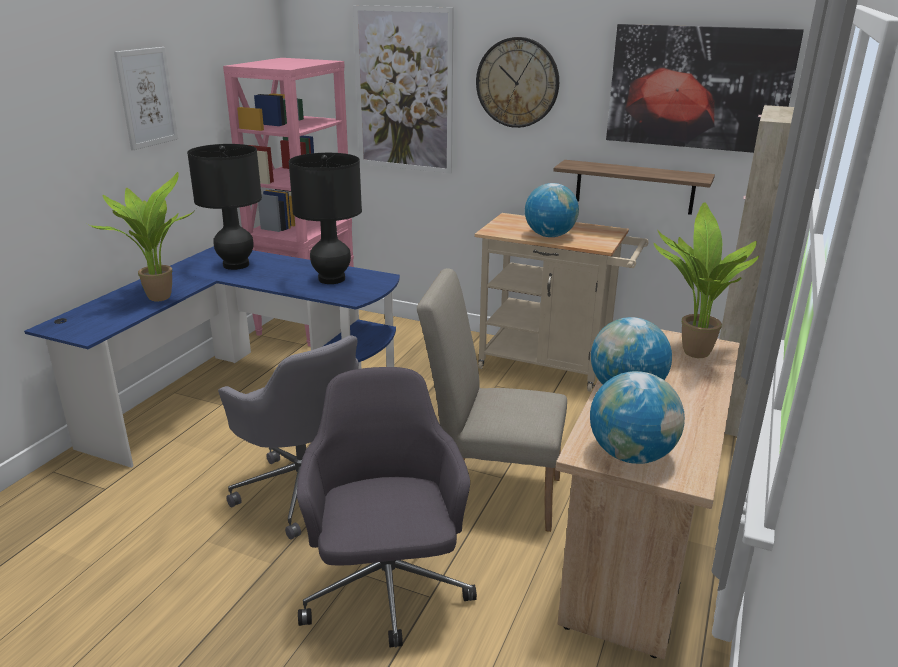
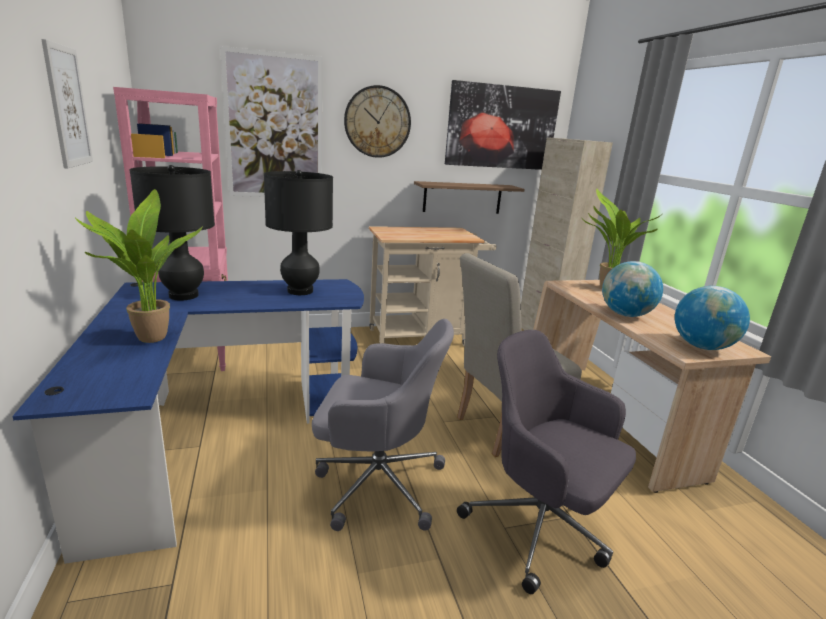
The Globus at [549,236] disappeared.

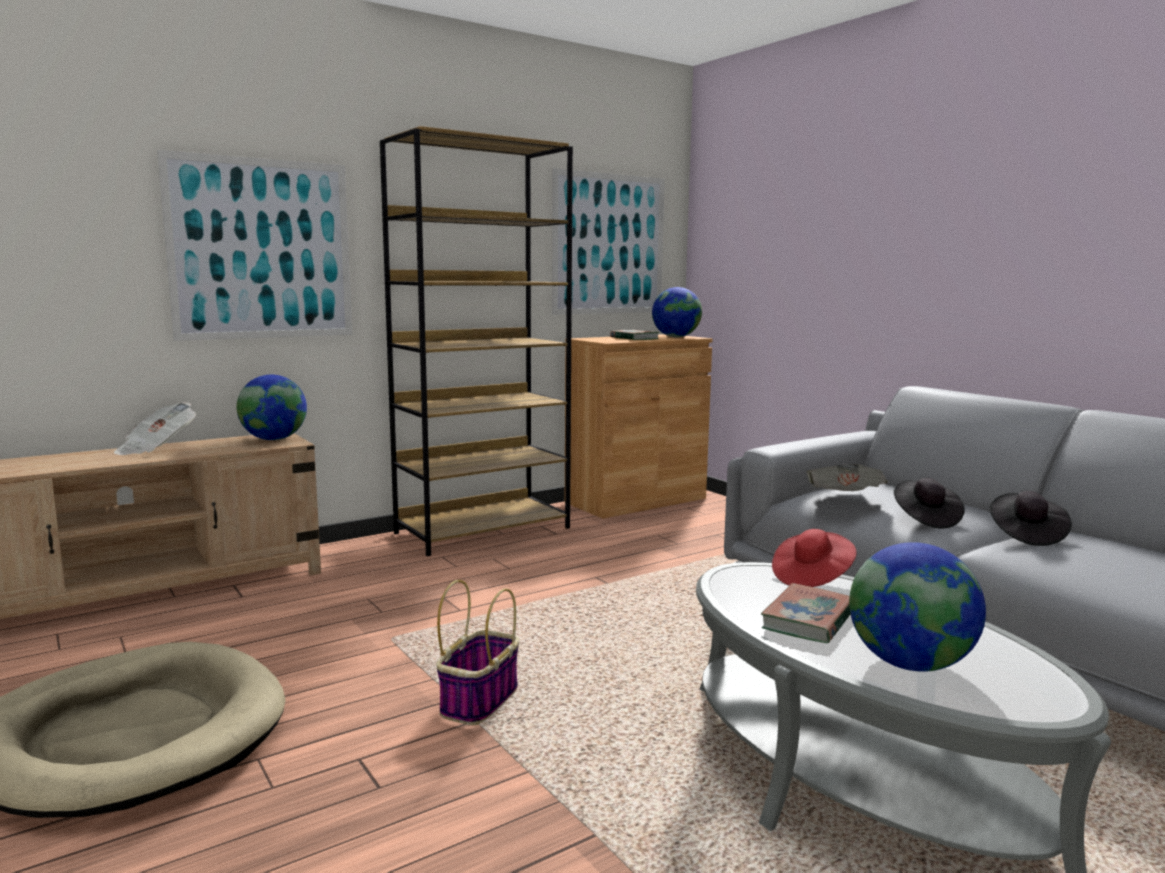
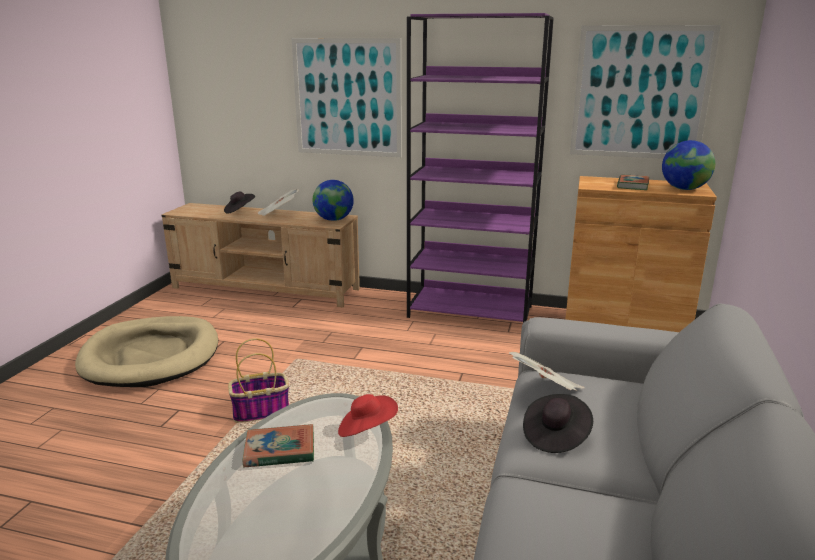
The Bücherregal (braun) at [483,530] became the Bücherregal (lila) at [471,312].
The Hut (schwarz) moved from [1026,535] to [239,210].
The Globus at [910,664] disappeared.

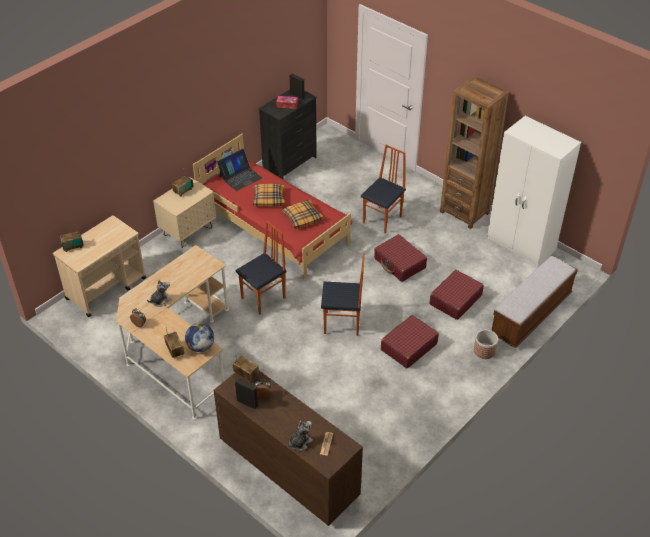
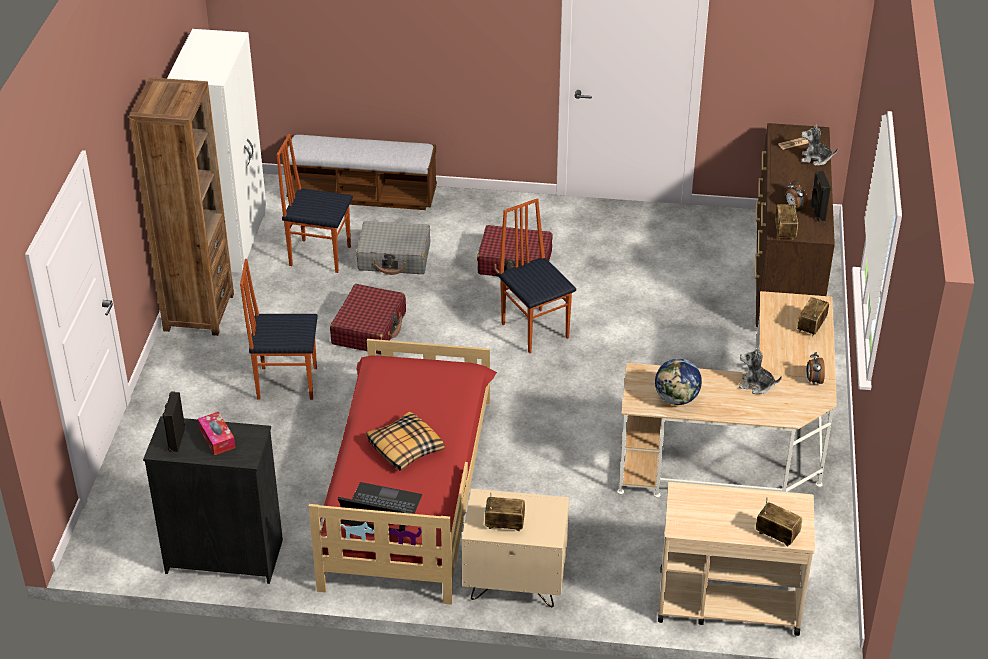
The Kissen at [302,217] disappeared.
The Stuhl moved from [264,298] to [320,255].
The Koffer (rot) at [455,300] became the Koffer (grau) at [394,257].
The Globus moved from [200,346] to [677,399].
The Pflanzkübel at [484,351] disappeared.

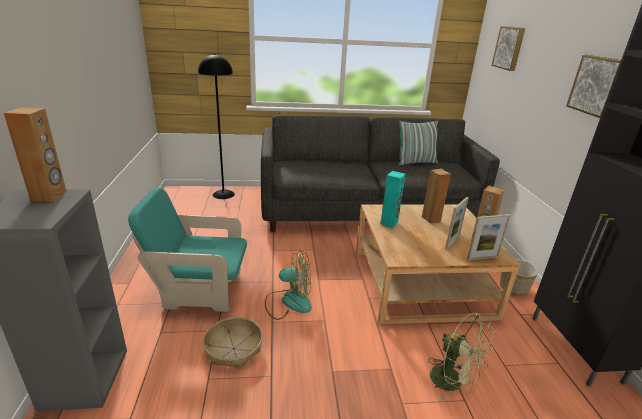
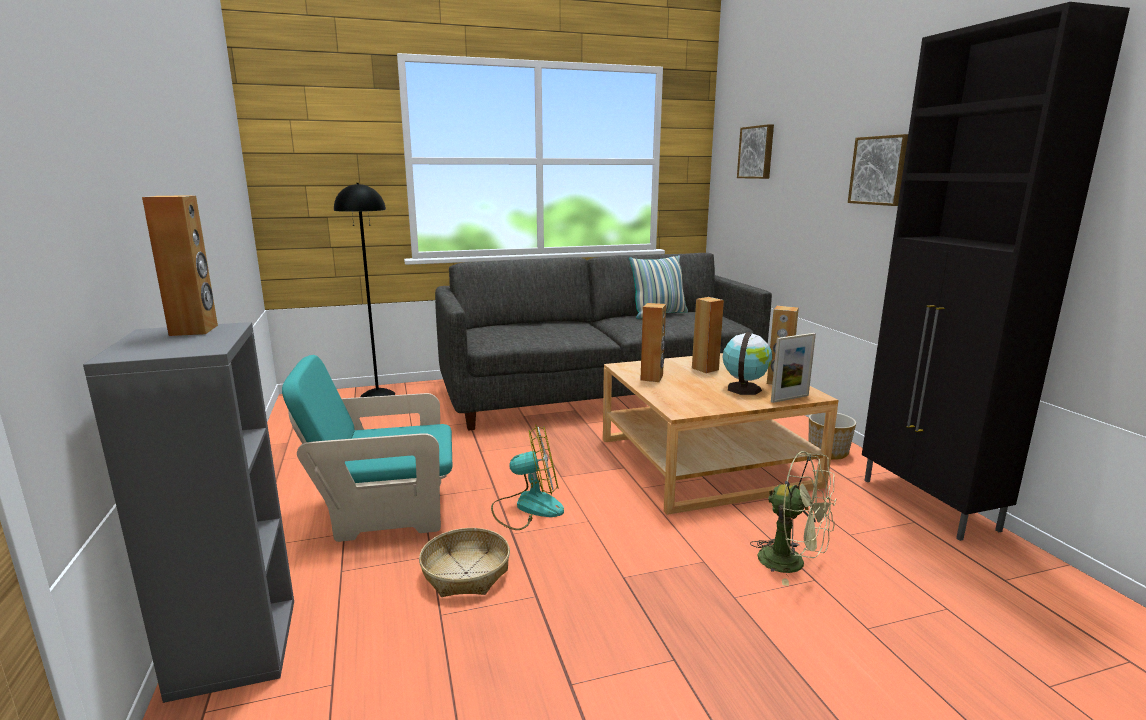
The Lautsprecher (türkis) at [389,223] became the Lautsprecher (braun) at [652,378].
The Bilderrahmen at [452,242] was replaced by the Globus at [744,388].

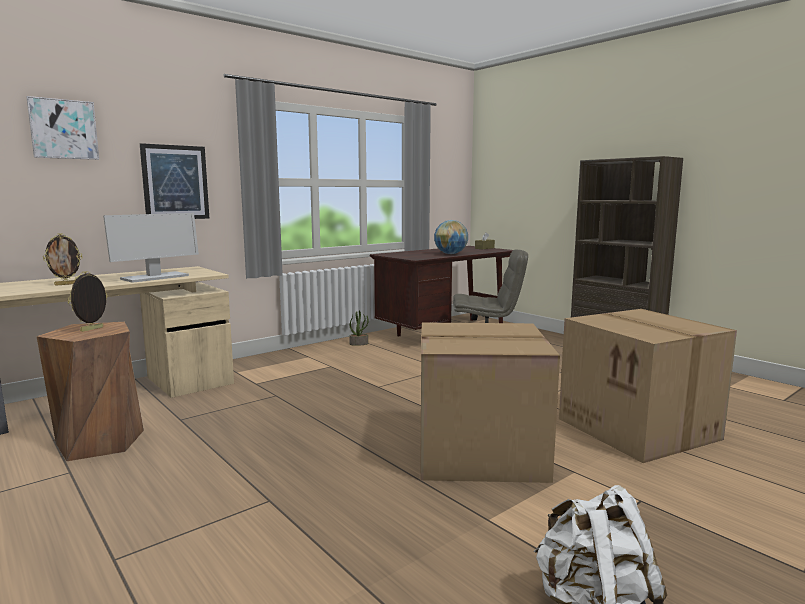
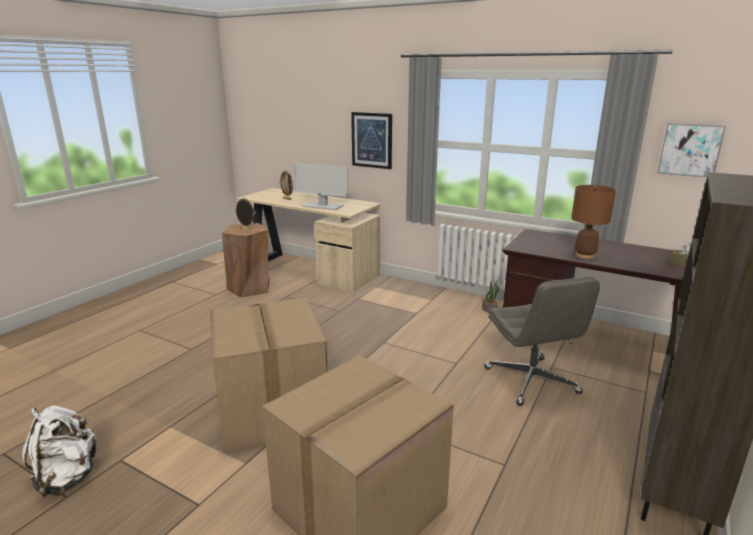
The Bild moved from [63,129] to [690,150].
The Globus at [450,254] was replaced by the Tischlampe (braun) at [585,255].

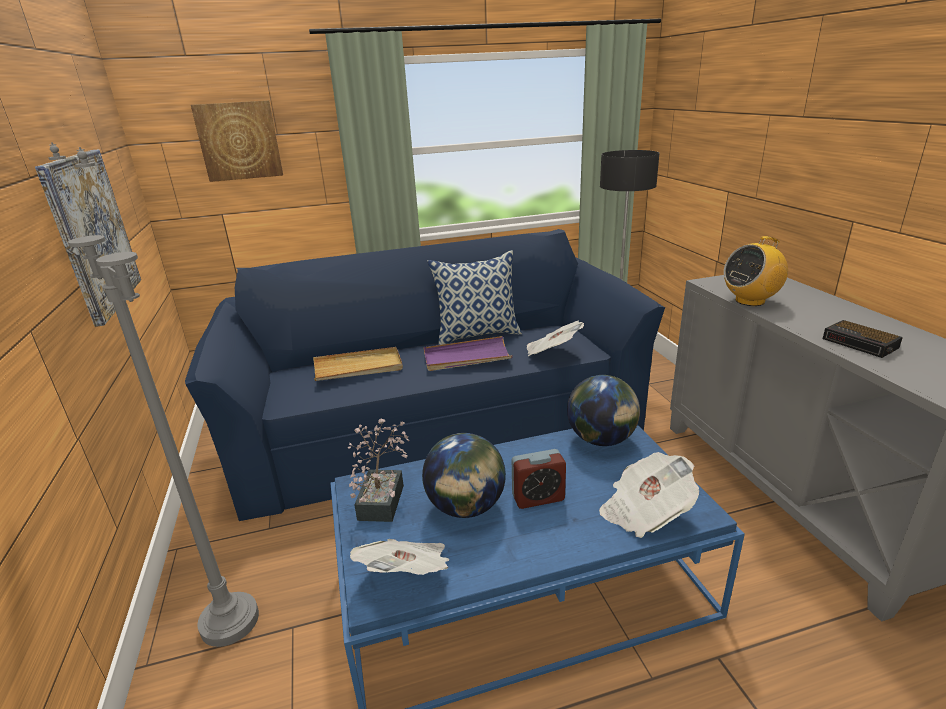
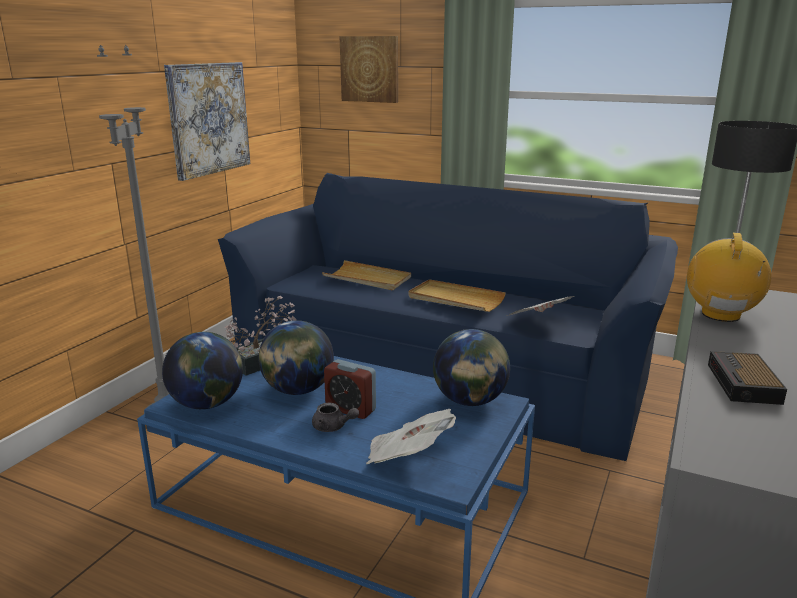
The Radio at [750,301] turned 90 degrees clockwise.
The Kissen at [478,334] disappeared.
The Tablett (lila) at [466,357] became the Tablett (beige) at [455,299].
The Zeitung at [407,574] was replaced by the Globus at [207,403].
The Teekanne (grau) at [333,427] appeared.

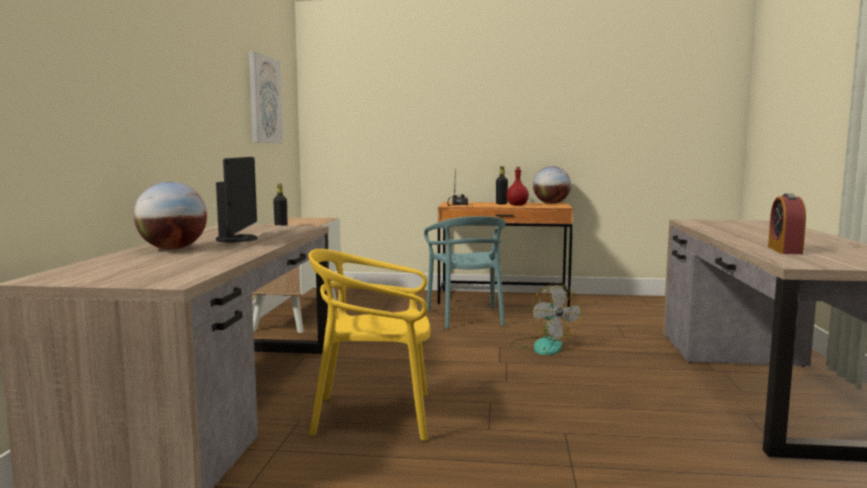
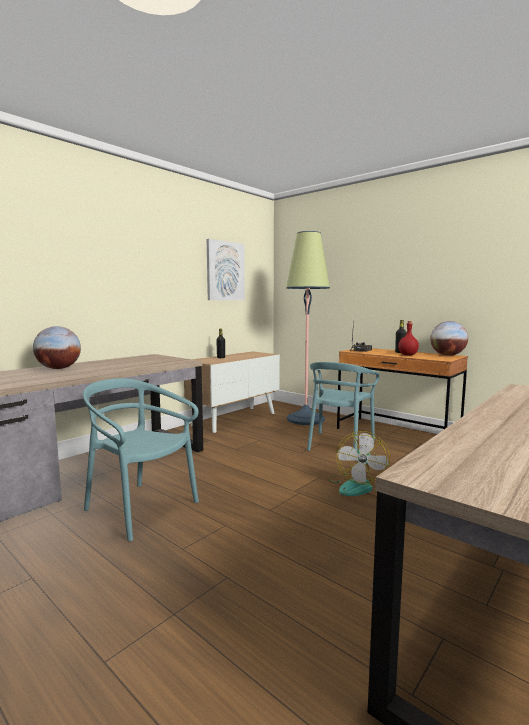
The Monitor at [239,239] disappeared.
The Wecker at [784,250] disappeared.
The Stuhl (gelb) at [375,415] became the Stuhl (türkis) at [140,508].
The Stehlampe at [305,419] appeared.

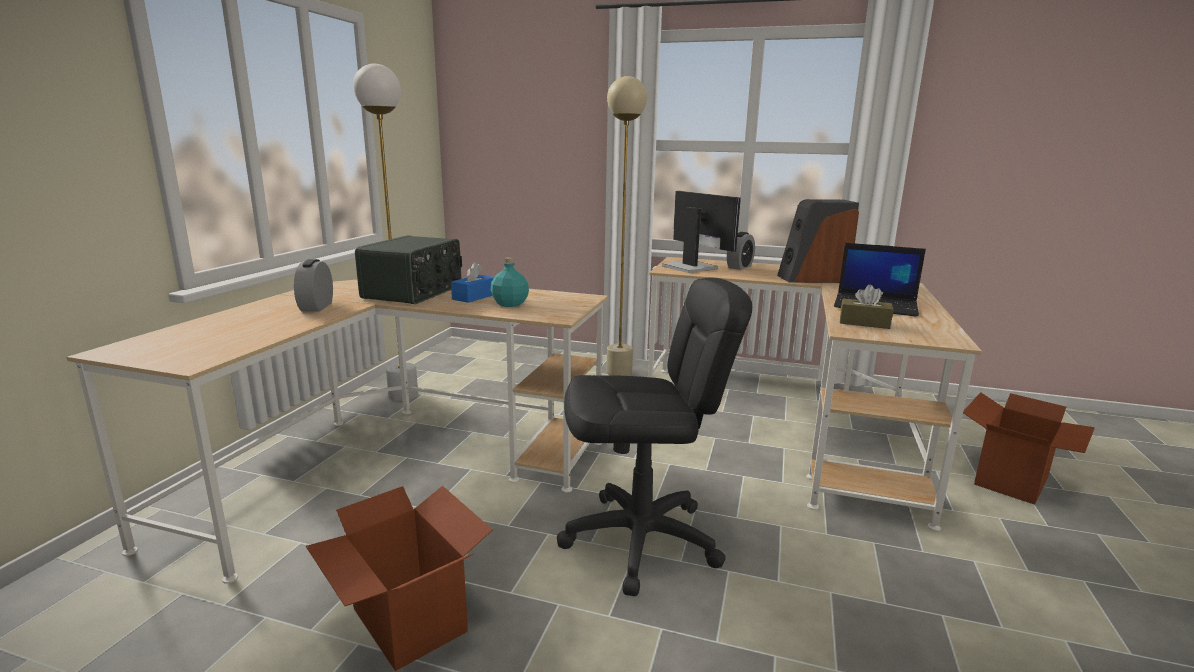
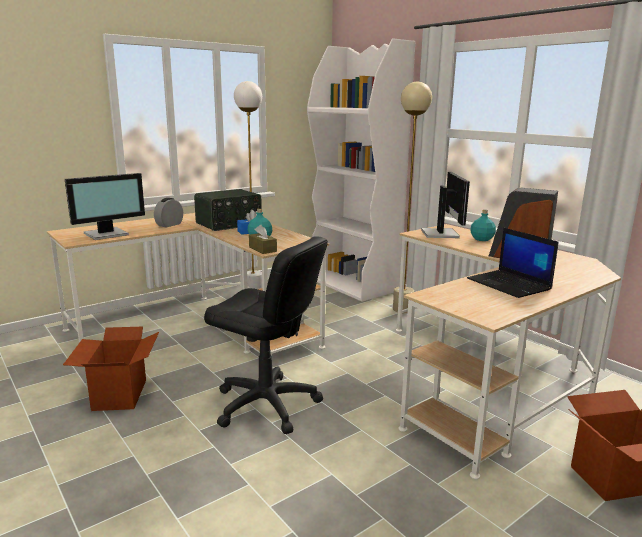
The Wecker at [739,267] was replaced by the Flasche (türkis) at [482,239].
The Taschentuchbox (braun) moved from [864,323] to [262,249].
The Bücherregal (weiß) at [352,284] appeared.
The Monitor at [107,234] appeared.

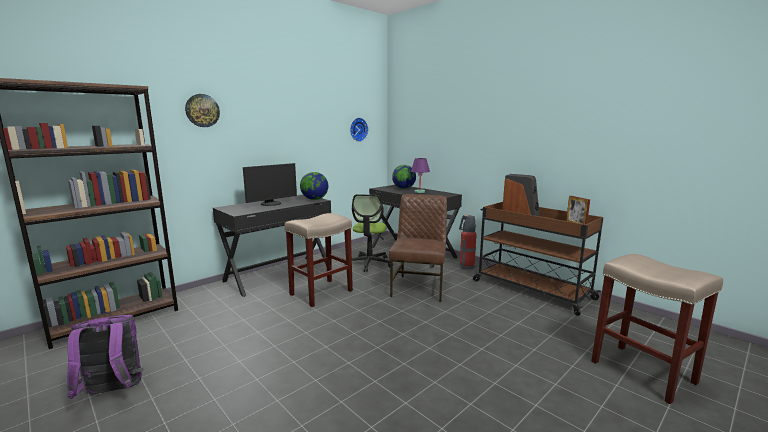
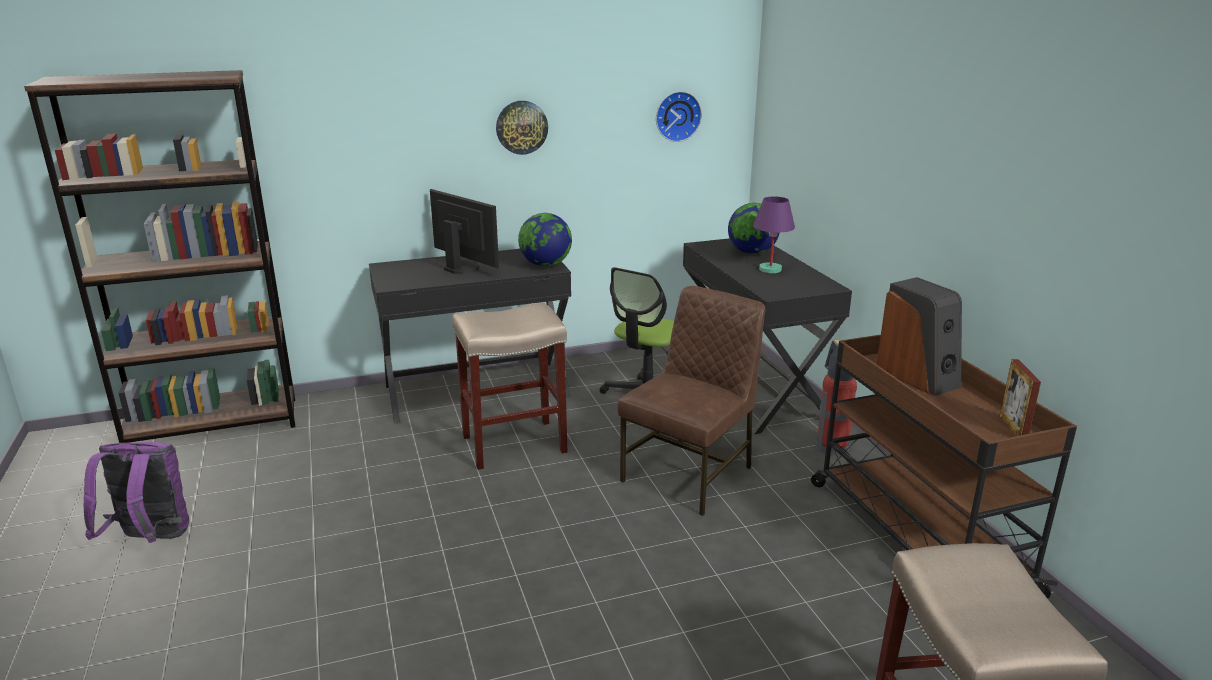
The Wanduhr moved from [202,110] to [521,127].
The Monitor at [271,204] turned 120 degrees counterclockwise.

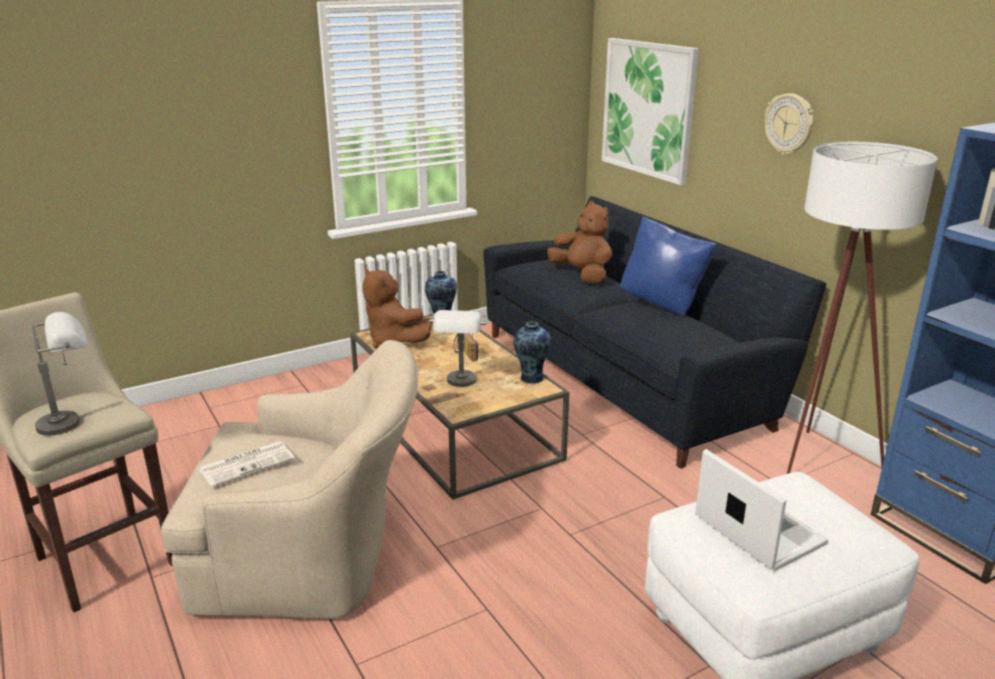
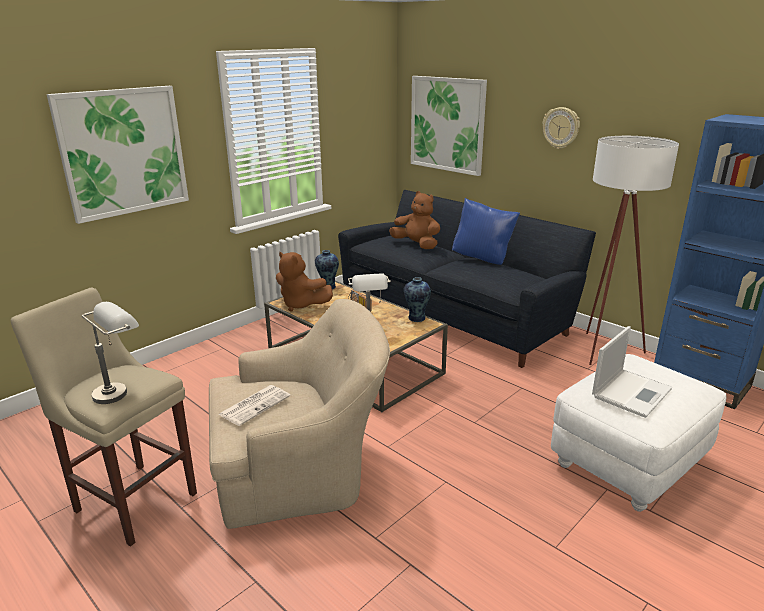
The Laptop at [757,529] turned 90 degrees clockwise.
The Bild at [123,152] appeared.

